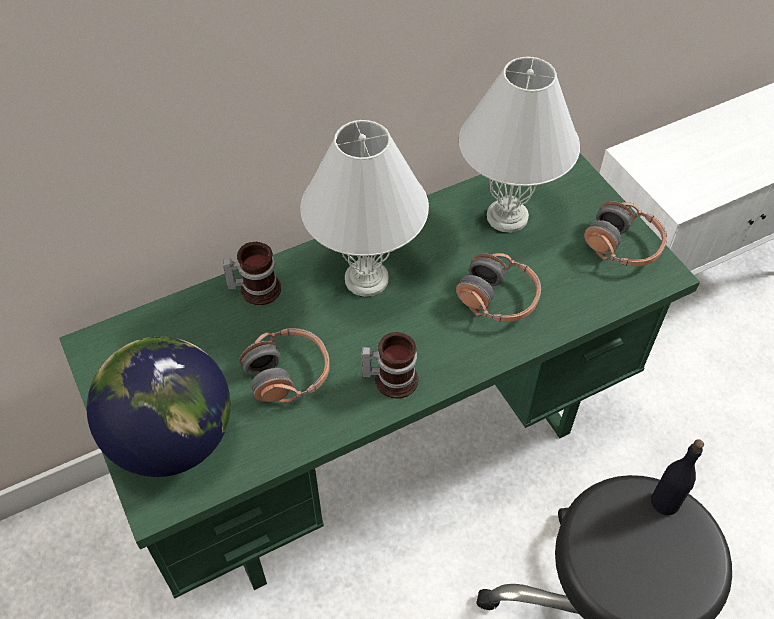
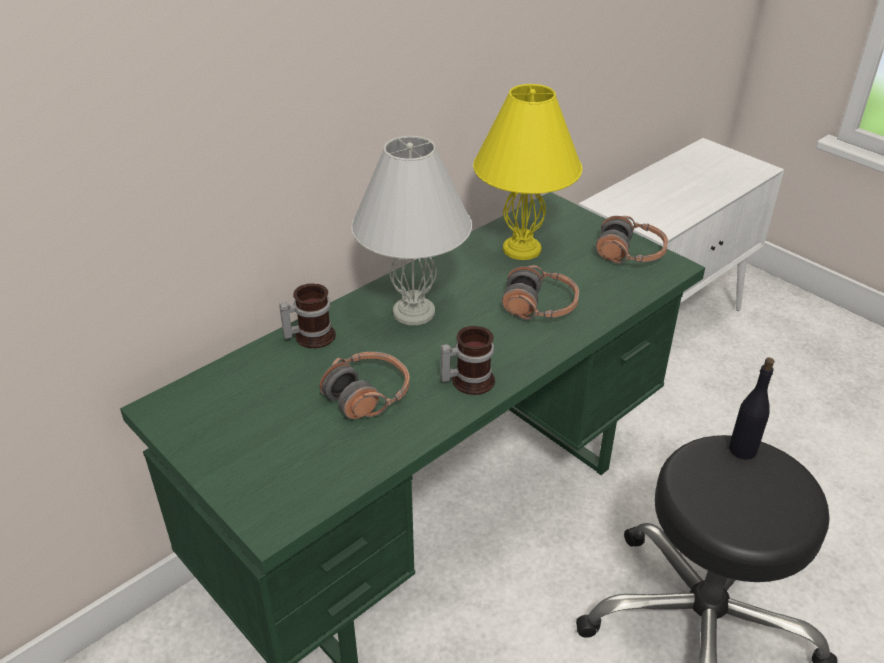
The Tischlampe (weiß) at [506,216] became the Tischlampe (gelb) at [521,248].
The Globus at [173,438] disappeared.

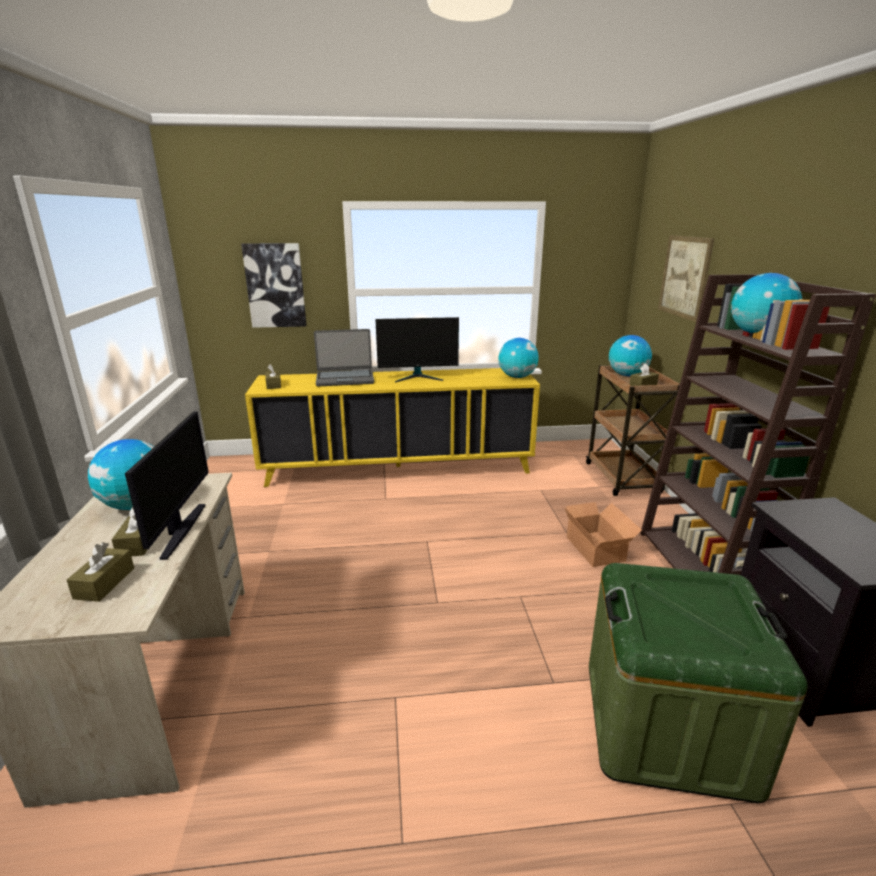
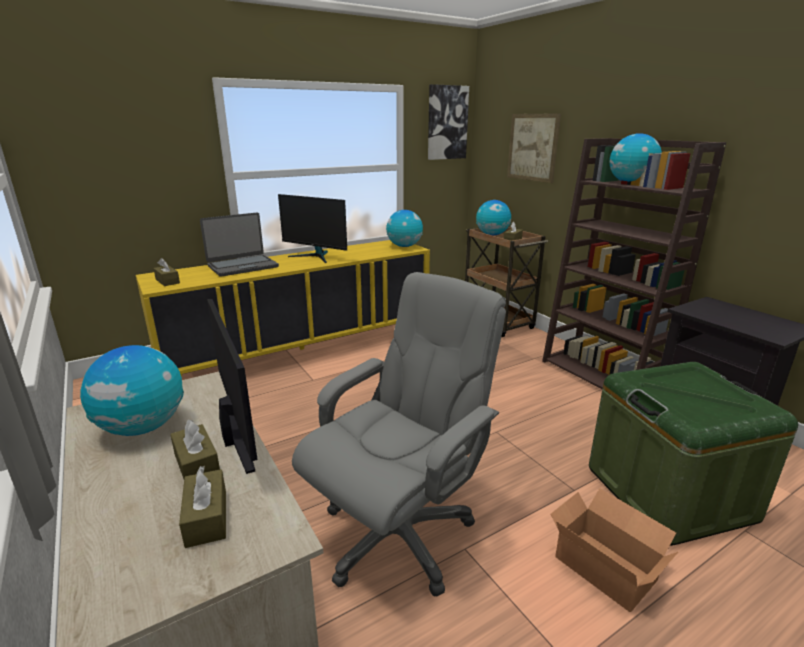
The Bild moved from [275,285] to [447,123].
The Monitor at [418,377] turned 60 degrees clockwise.
The Karton moved from [596,547] to [604,565].
The Bürostuhl (grau) at [398,533] appeared.

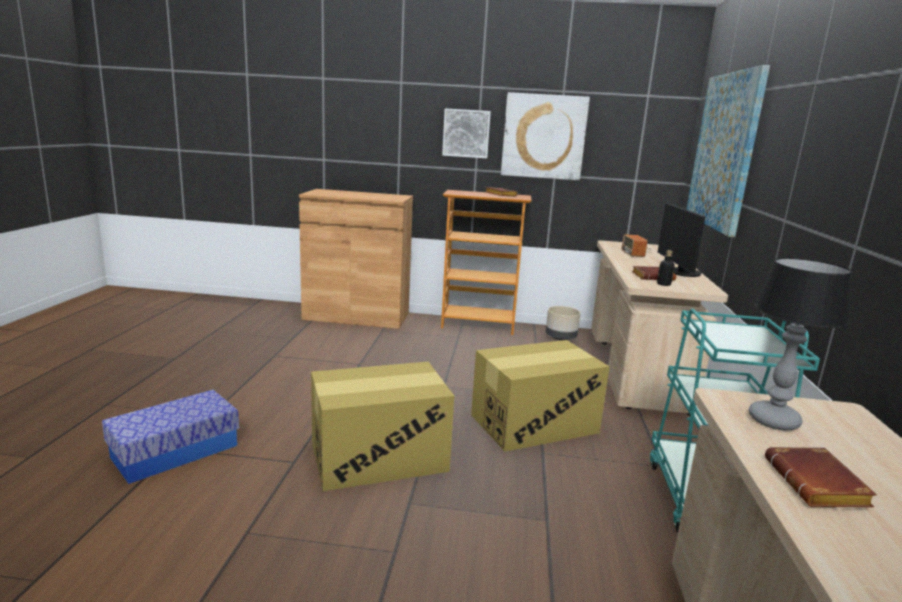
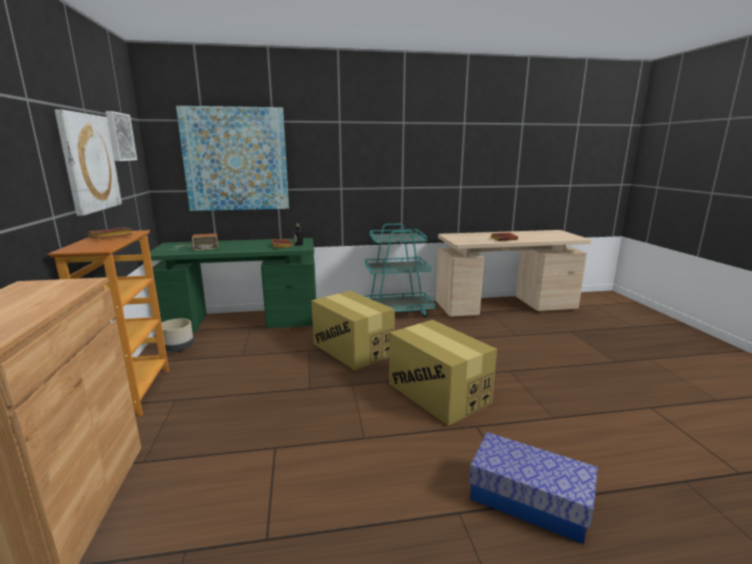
The Bild moved from [466,133] to [119,137].
The Monitor at [680,272] disappeared.
The Schreibtisch (beige) at [635,367] became the Schreibtisch (grün) at [243,323].
The Tischlampe at [772,420] disappeared.

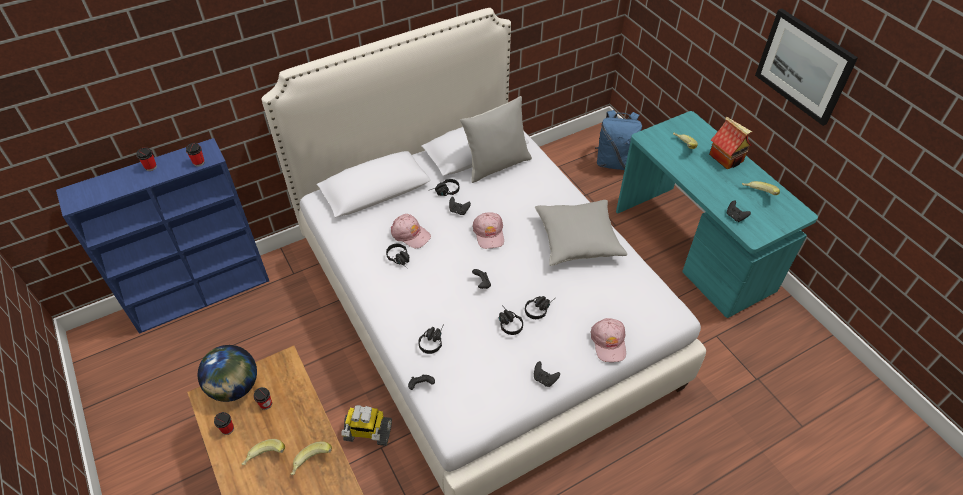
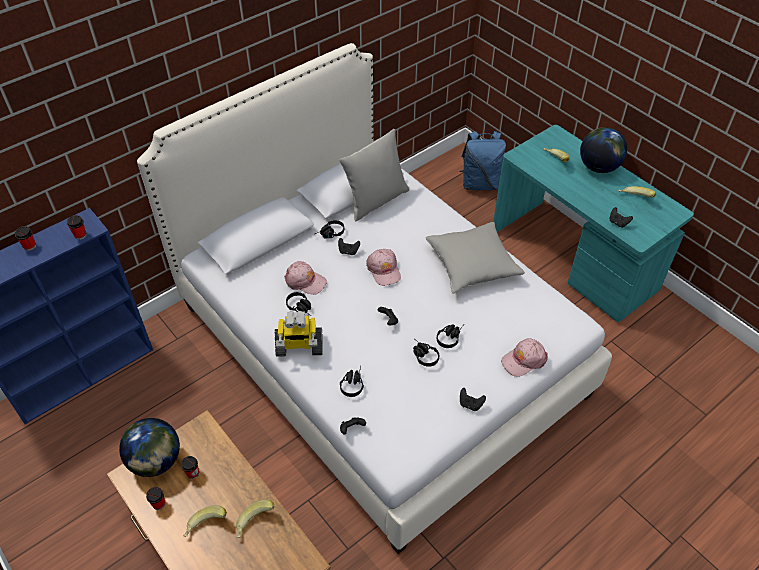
The Bild at [804,66] disappeared.
The Spielzeughaus at [727,158] was replaced by the Globus at [598,167].
The Kappe (rosa) at [609,342] turned 75 degrees clockwise.
The Spielzeugroboter moved from [367,433] to [299,346].

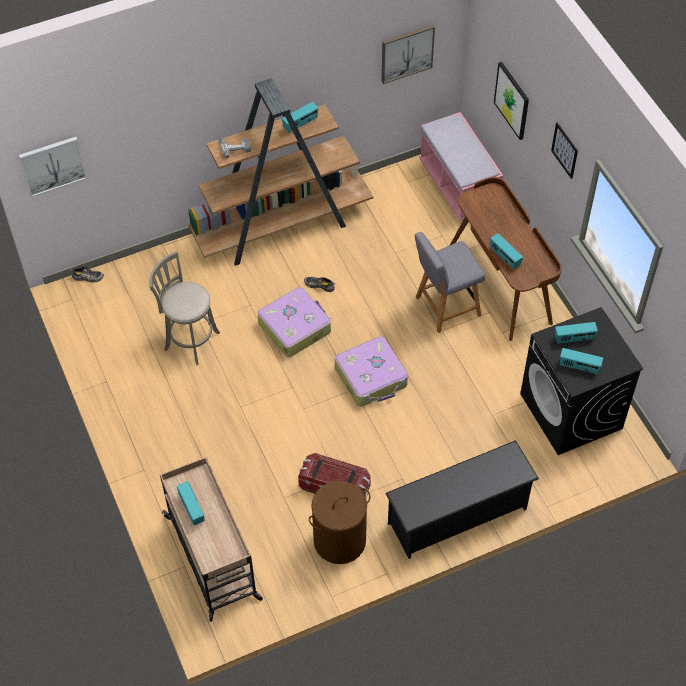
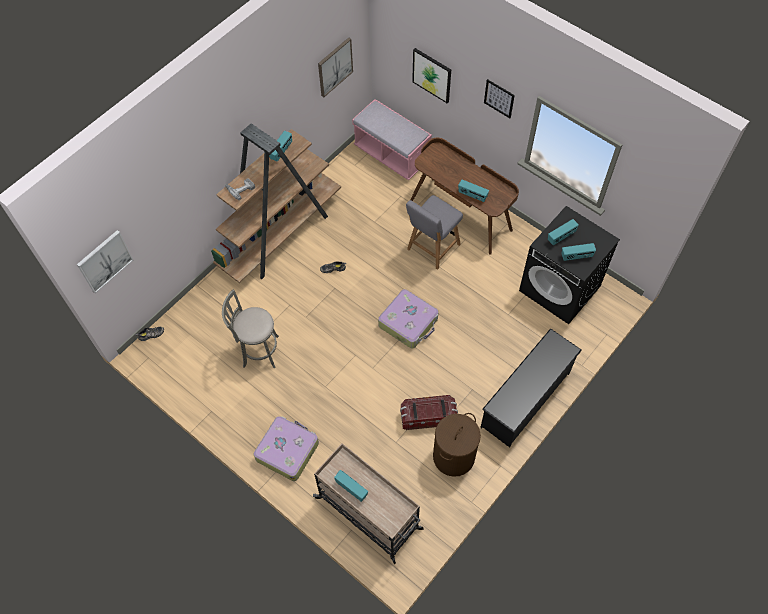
The Koffer moved from [295,327] to [287,450].

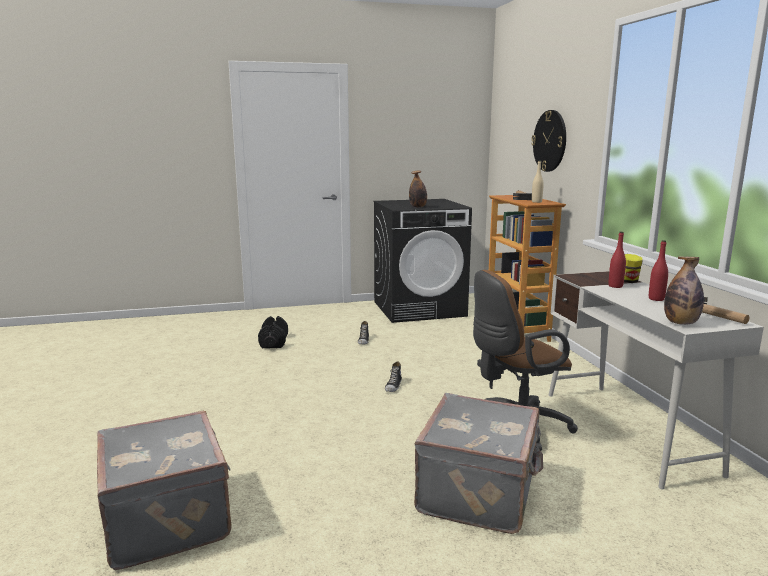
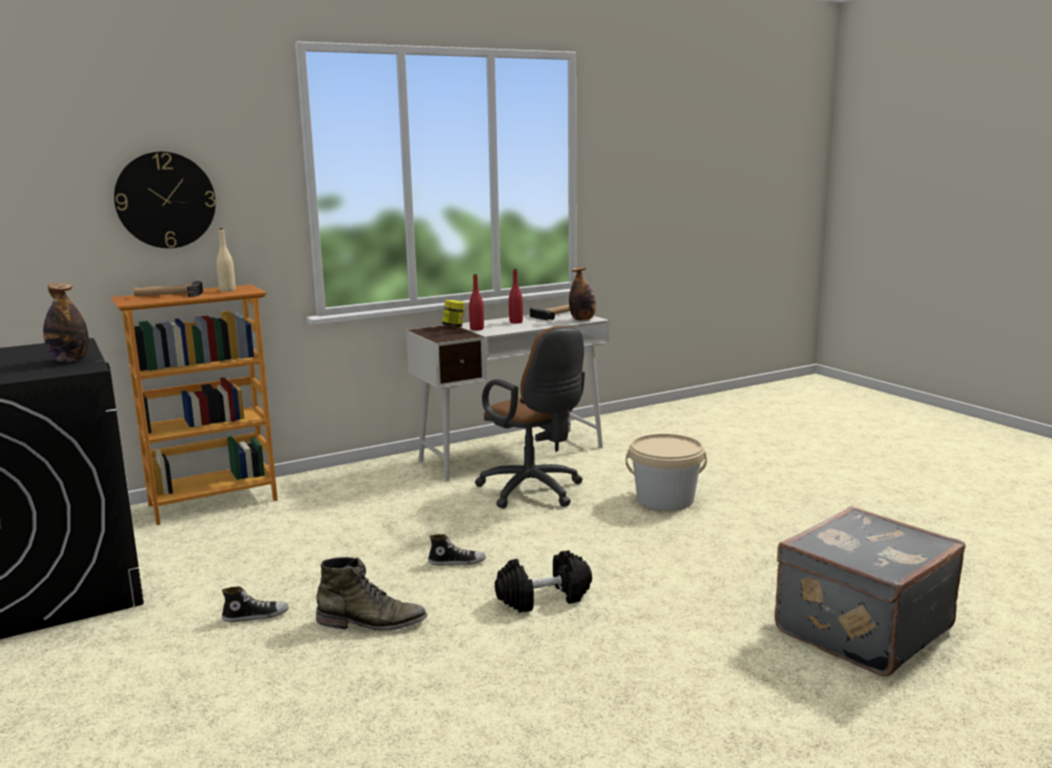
The Hantel (schwarz) moved from [274,342] to [543,598].
The Koffer (grau) at [480,492] was replaced by the Eimer (beige) at [665,499].
The Stiefel (grün) at [372,623] appeared.

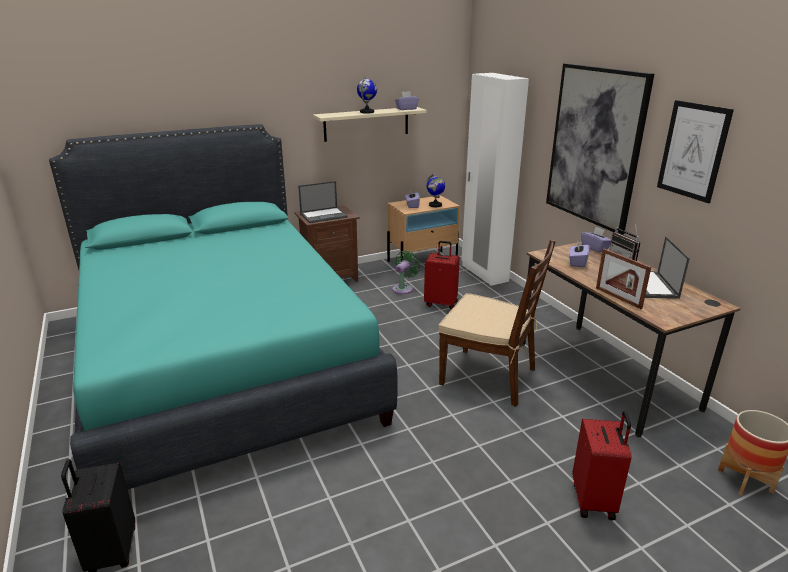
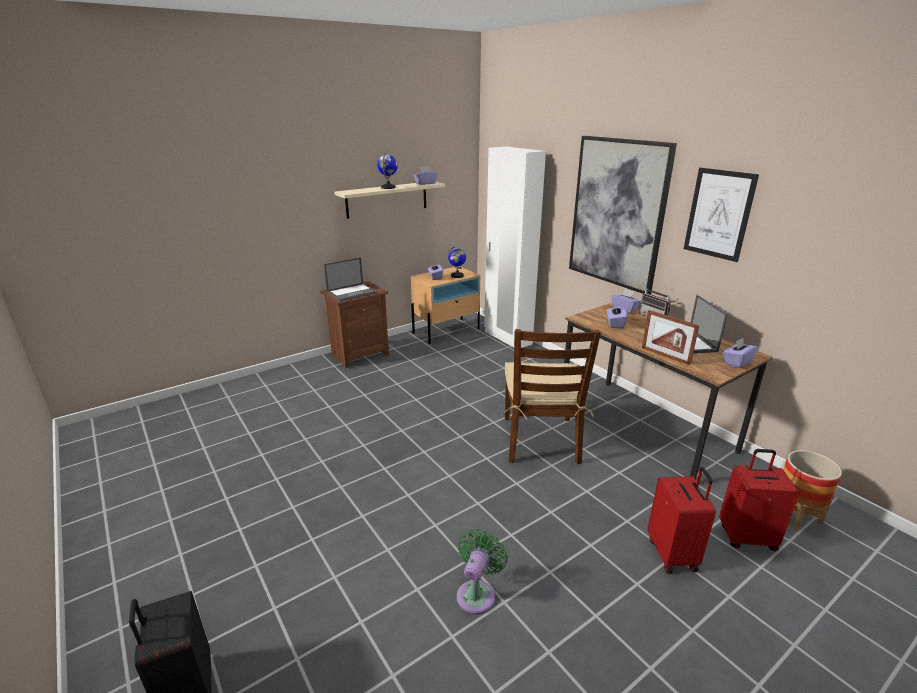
The Bett (türkis) at [222,361] disappeared.
The Stuhl (braun) at [489,376] turned 75 degrees clockwise.
The Koffer (rot) moved from [441,303] to [746,537].
The Ventilator (grün) moved from [404,288] to [477,593].
The Taschentuchbox (lila) at [736,362] appeared.

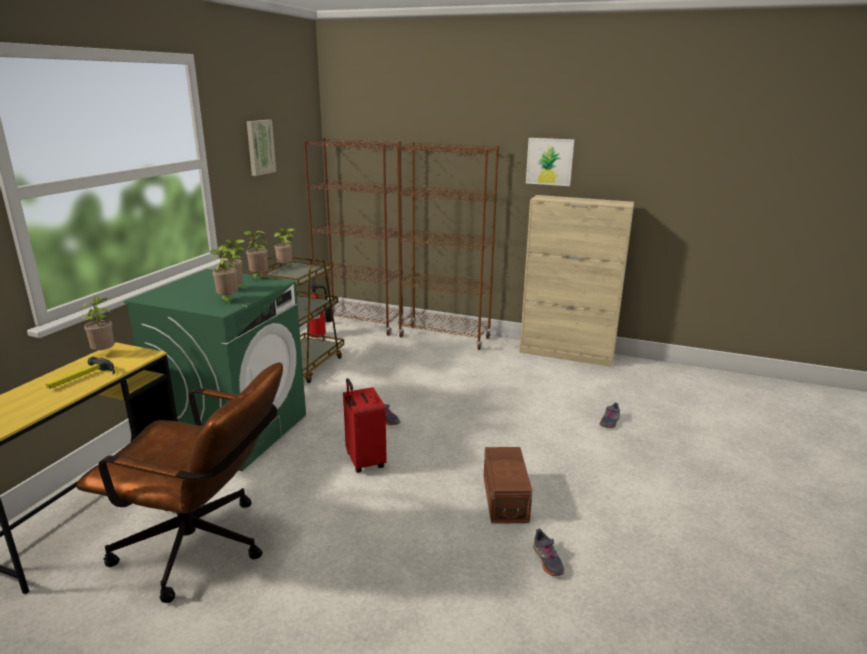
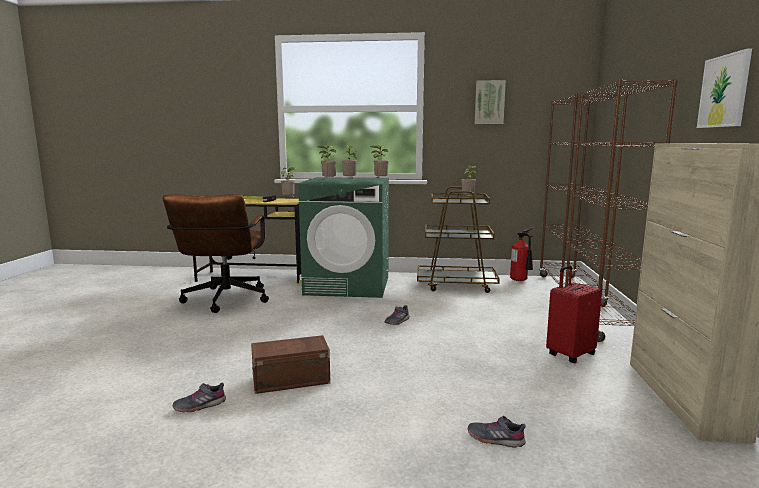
The Koffer (rot) moved from [364,461] to [569,354].

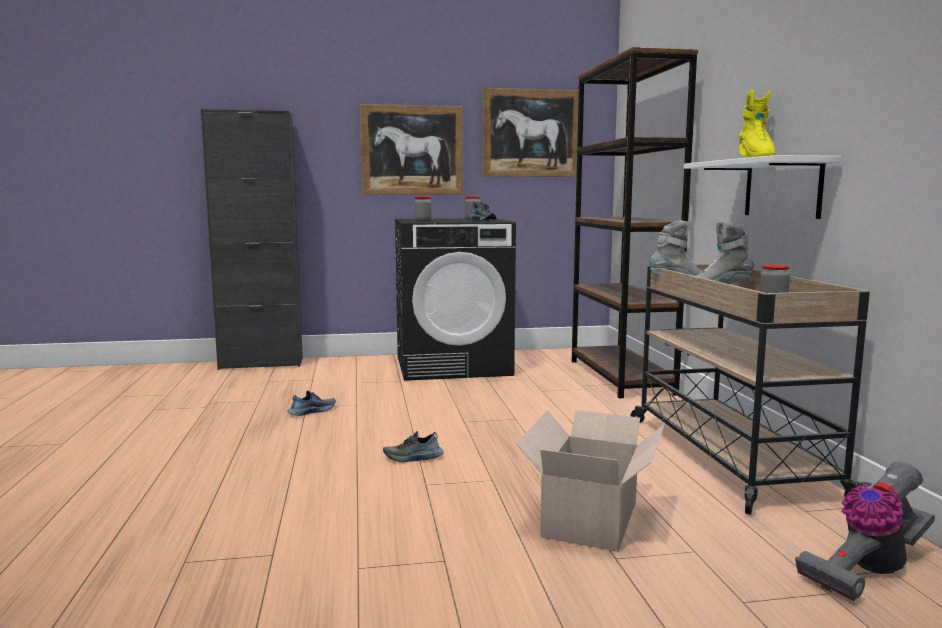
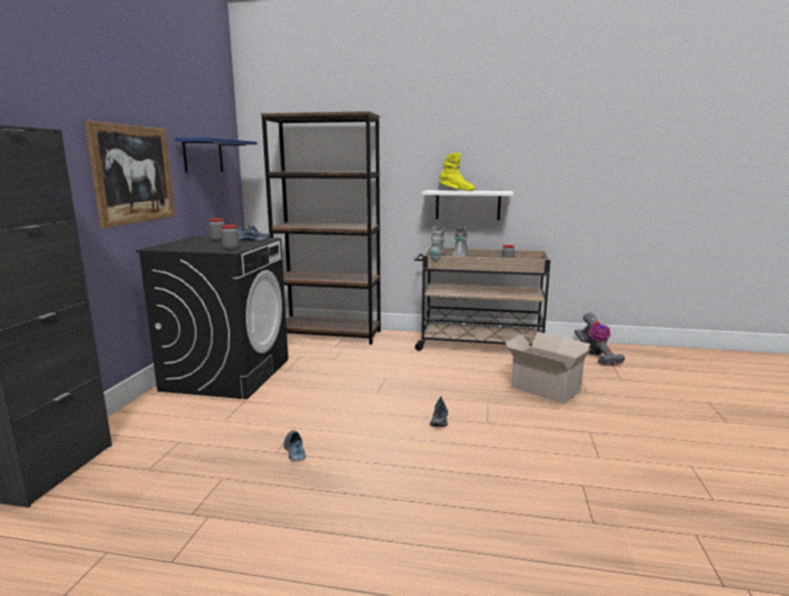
The Bild at [531,133] was replaced by the Wandregal (blau) at [203,156].

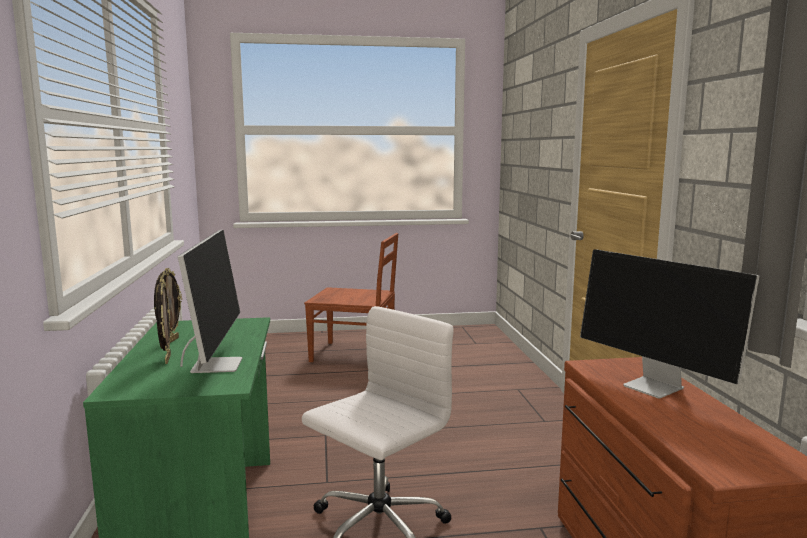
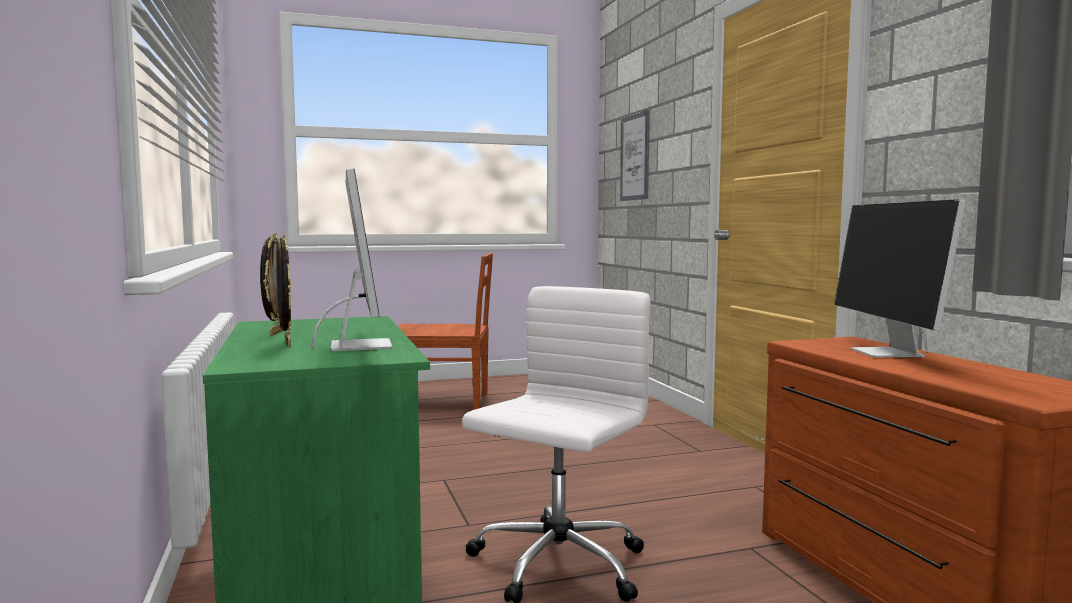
The Monitor at [655,387] turned 45 degrees clockwise.
The Bild at [635,157] appeared.

